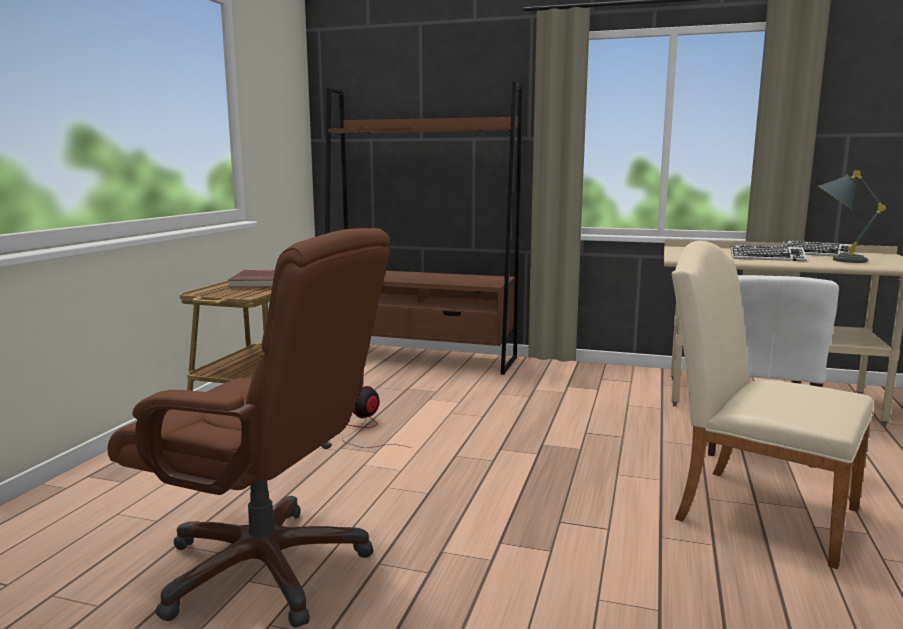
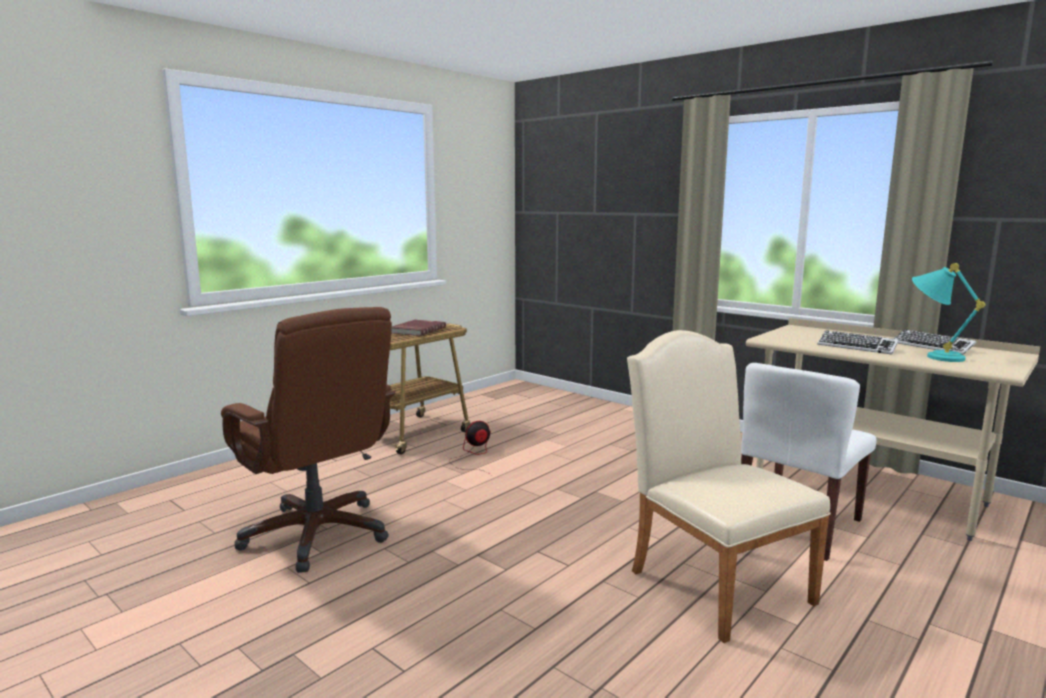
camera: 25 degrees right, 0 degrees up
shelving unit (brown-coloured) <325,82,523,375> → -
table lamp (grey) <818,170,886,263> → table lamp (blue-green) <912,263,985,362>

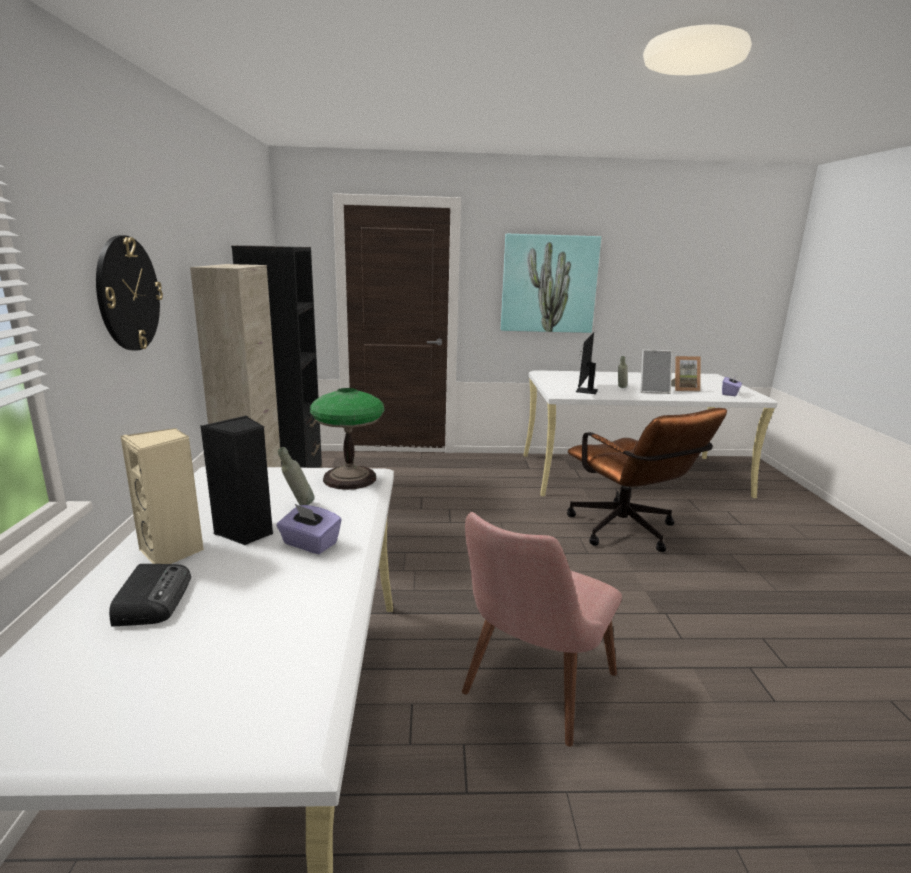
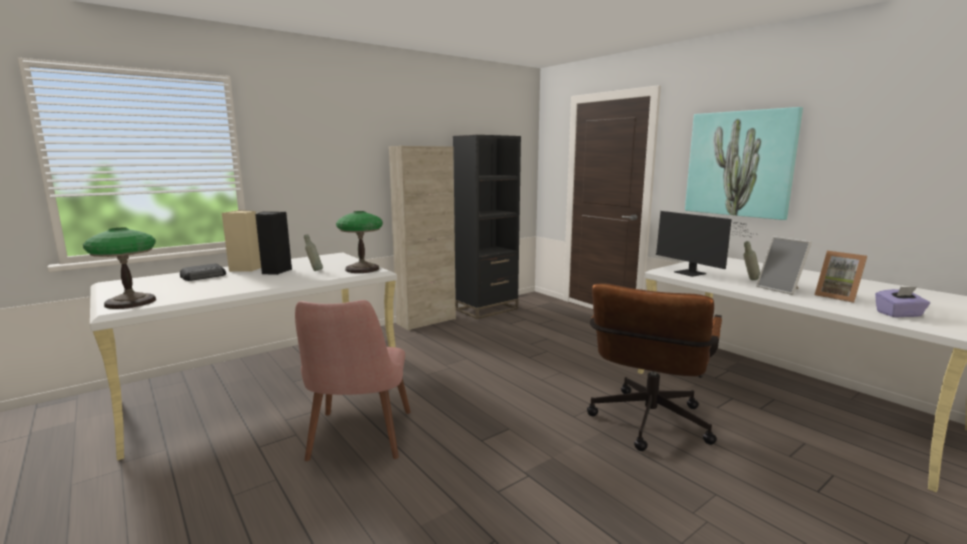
camera: 55 degrees right, 5 degrees down
clock on the wall <96,235,163,351> → -
tissue holder (purple) <277,504,342,554> → -
chair (pink-coloured) <462,512,622,747> → chair (pink-coloured) <295,300,411,461>, 90 degrees counterclockwise
computer display <576,332,598,394> → computer display <656,211,756,277>, 105 degrees counterclockwise
- → table lamp <83,228,156,309>

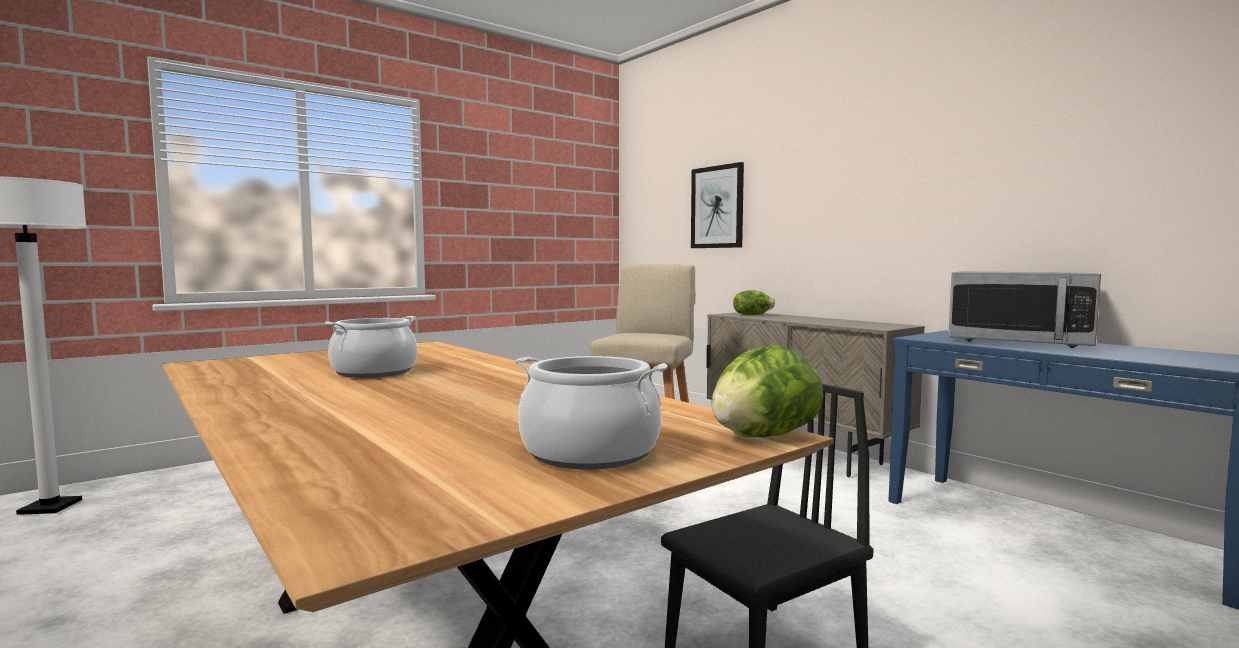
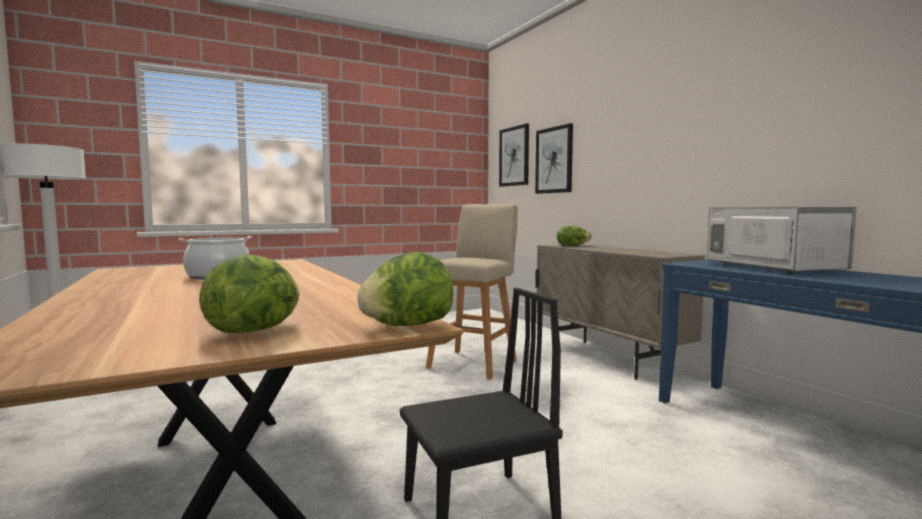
camera: 10 degrees right, 0 degrees up
saucepot <515,356,668,469> → lettuce head <199,254,299,333>
microwave <948,271,1101,348> → microwave <707,207,857,274>, 150 degrees counterclockwise
- → wall art <499,123,529,187>

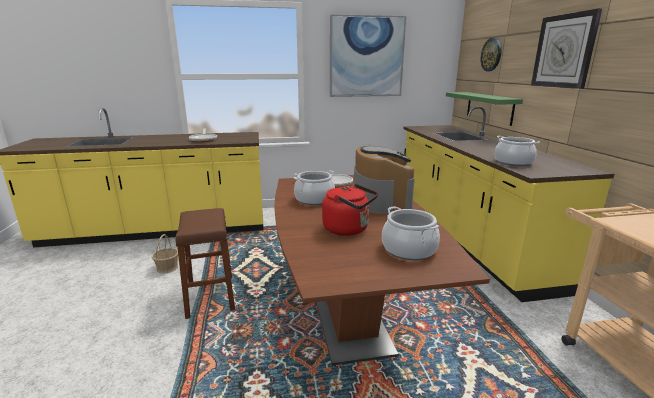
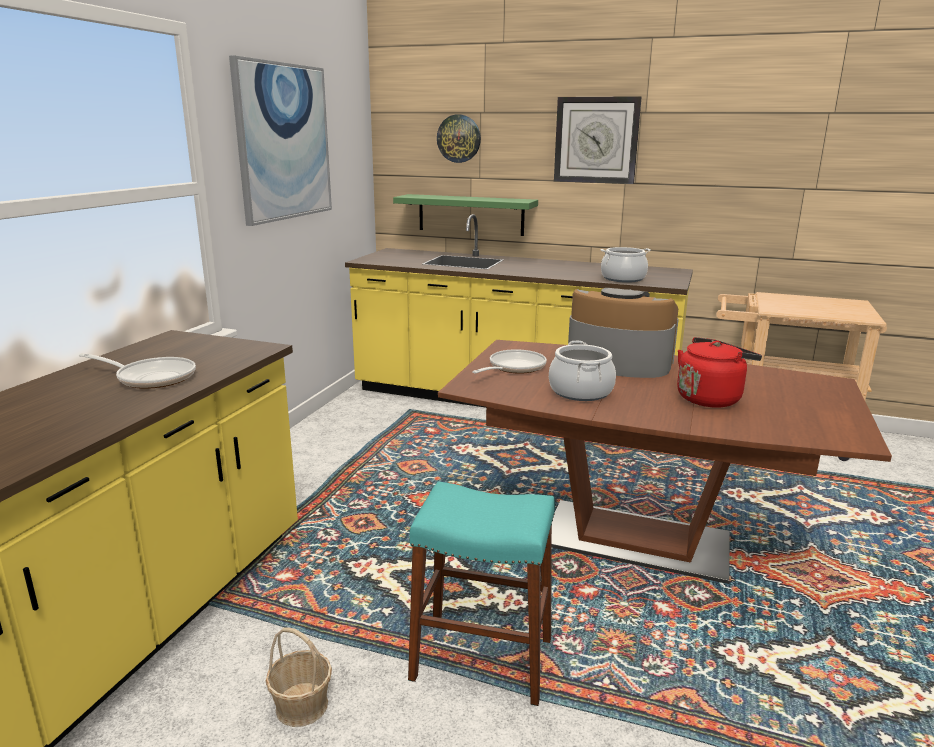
camera: 60 degrees left, 0 degrees up
stool (brown-coloured) <175,208,235,319> → stool (blue-green) <408,481,555,706>
saucepot <382,206,440,260> → -

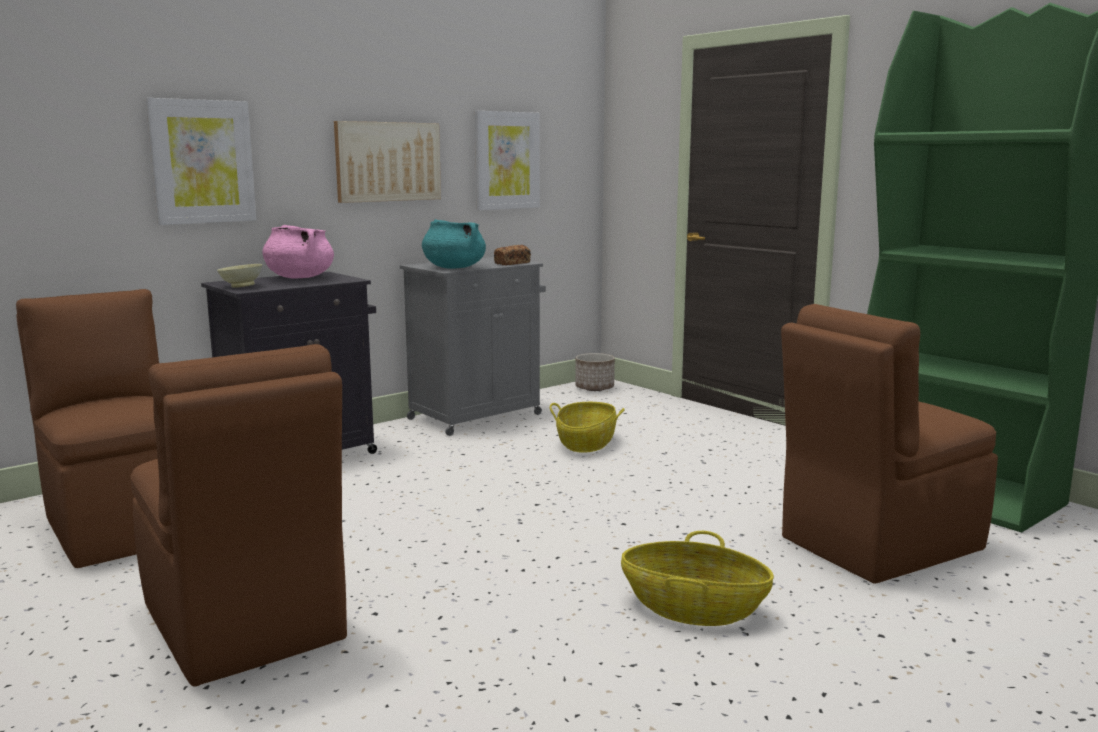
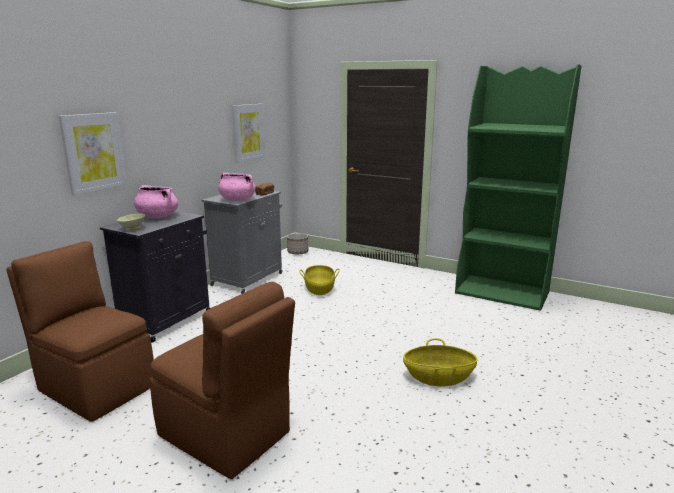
camera: 20 degrees left, 5 degrees up
wall art <334,121,441,203> → -
saucepot (blue-green) <422,219,486,269> → saucepot (pink-coloured) <218,173,256,201>
chair (brown-coloured) <781,304,998,584> → -

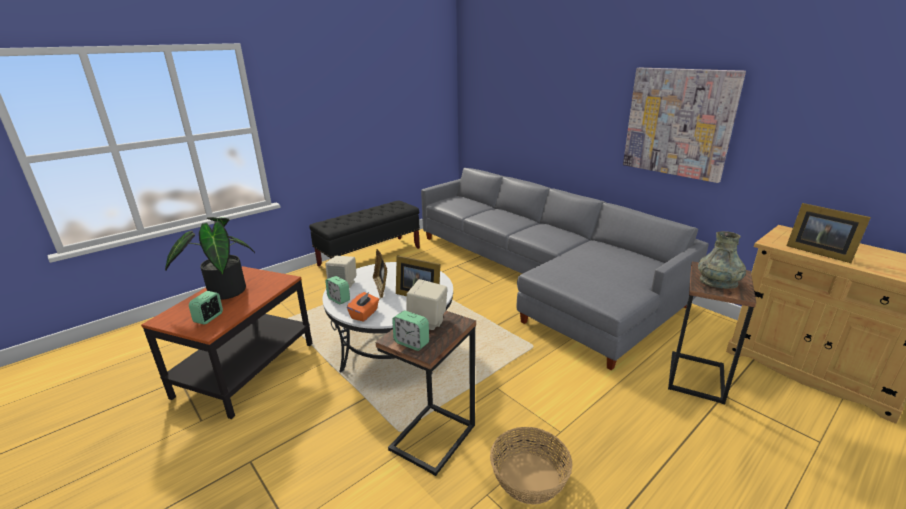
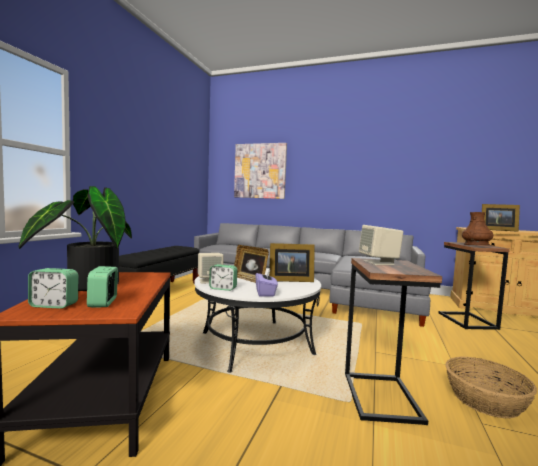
camera: 30 degrees left, 20 degrees down
tissue holder (orange-coloured) <347,292,379,322> → tissue holder (purple) <256,269,278,296>
bedside clock <392,311,429,351> → bedside clock <28,268,78,309>, shifted
wall art <623,67,746,183> → wall art <234,143,287,199>, shifted
decorative vase (grey) <698,231,746,289> → decorative vase (brown-coloured) <462,212,493,245>

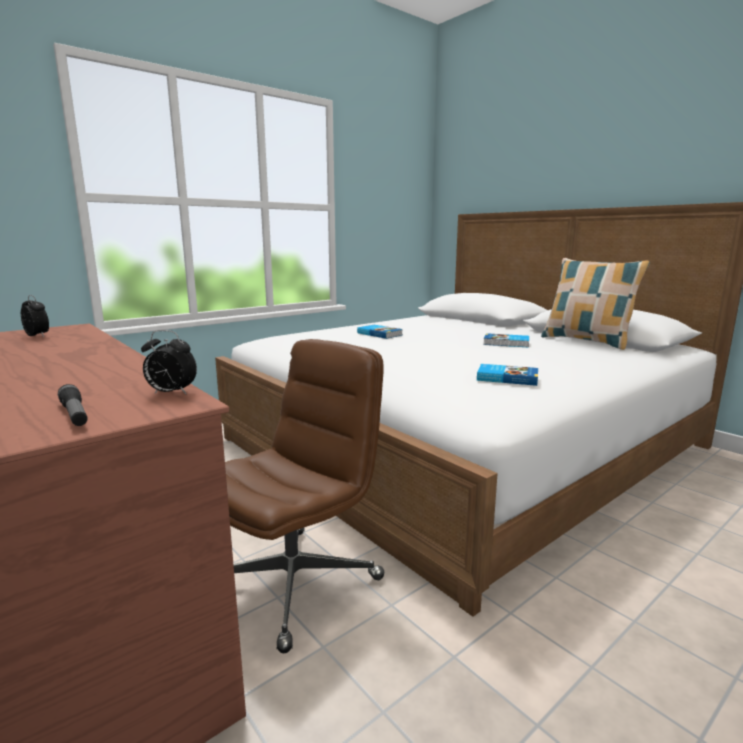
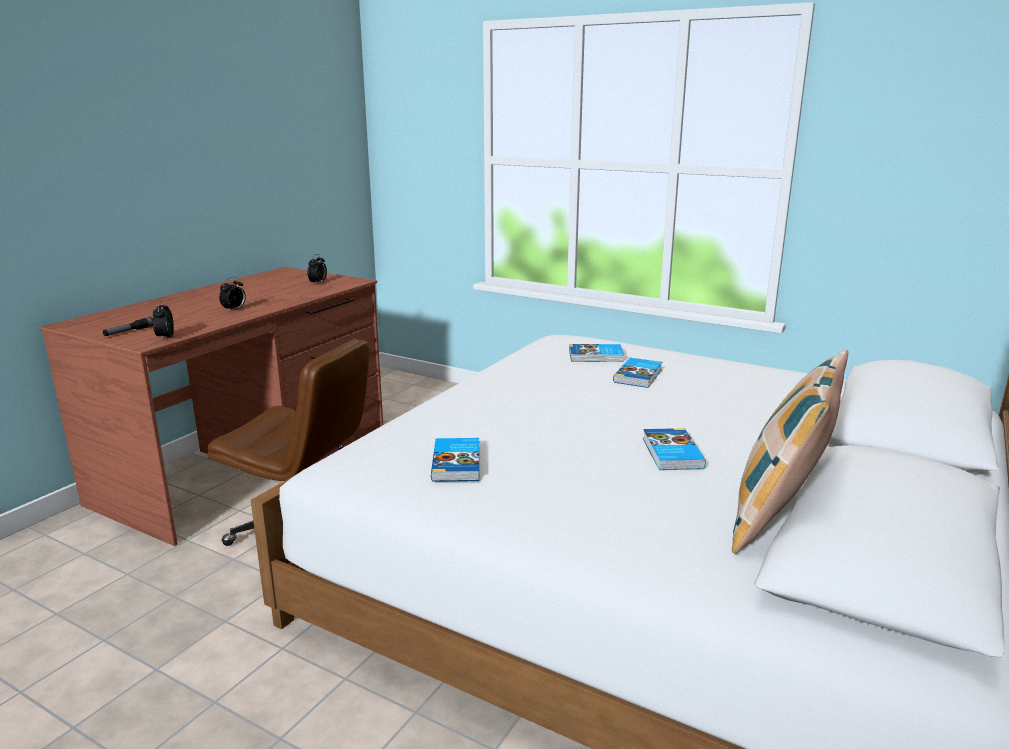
camera: 70 degrees right, 5 degrees up
- → bedside clock <219,277,246,311>
- → volume <569,344,624,362>

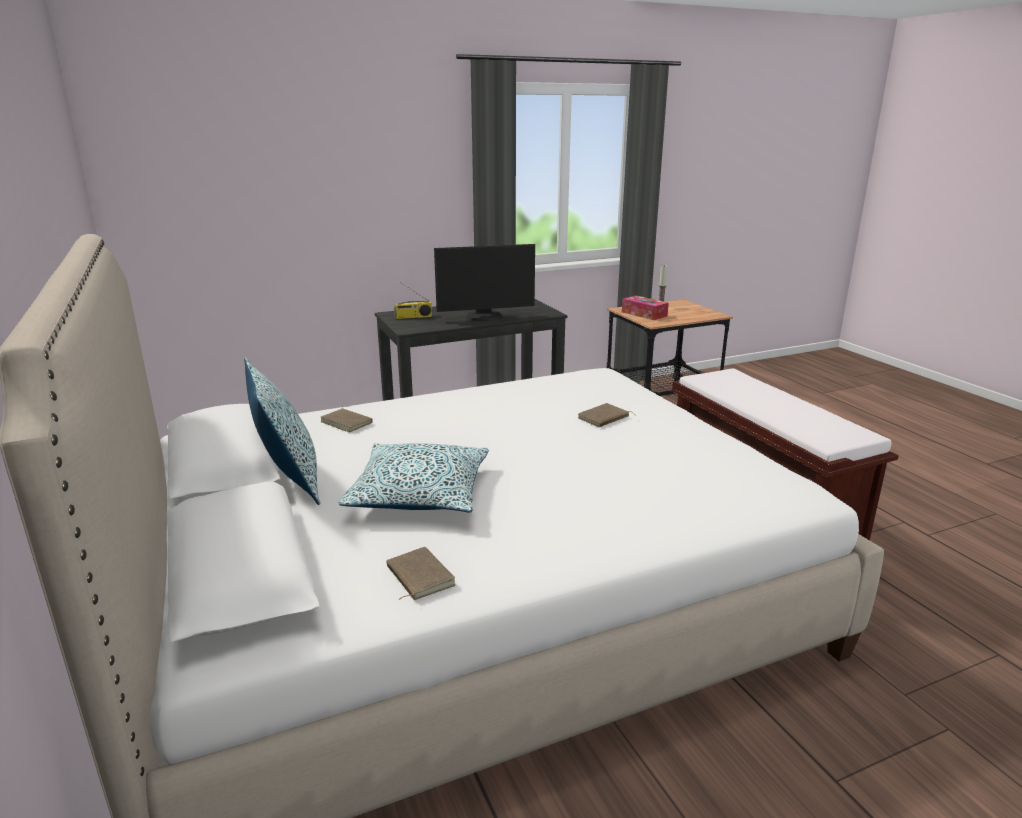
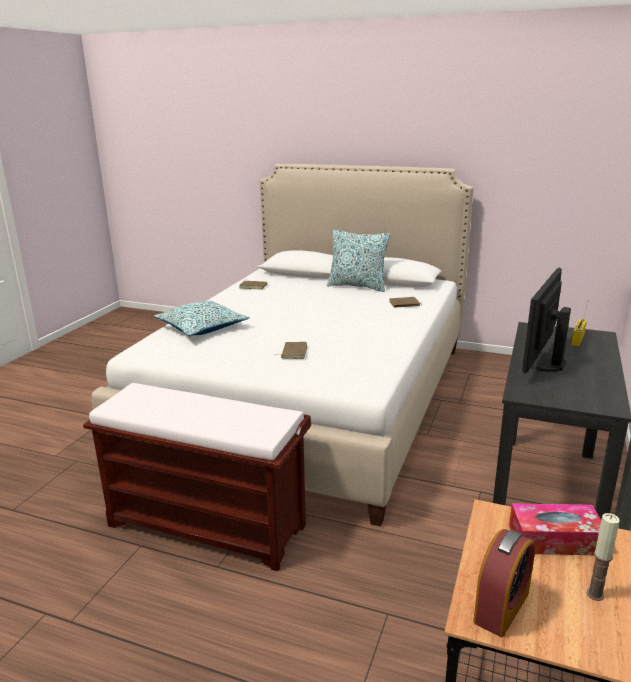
camera: 135 degrees right, 0 degrees up
pillow <339,443,489,513> → pillow <153,301,250,336>, shifted
- → bedside clock <473,529,535,637>

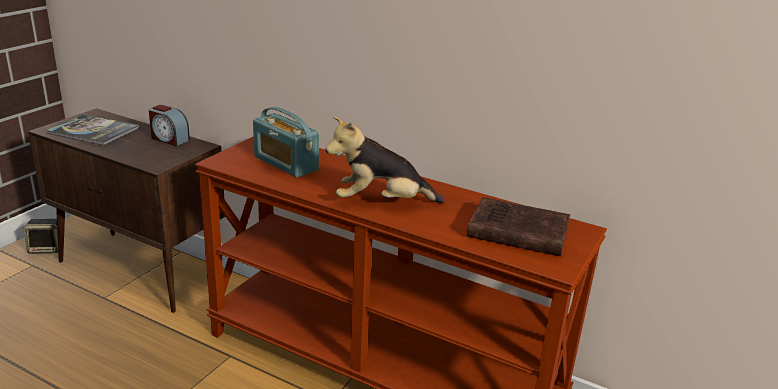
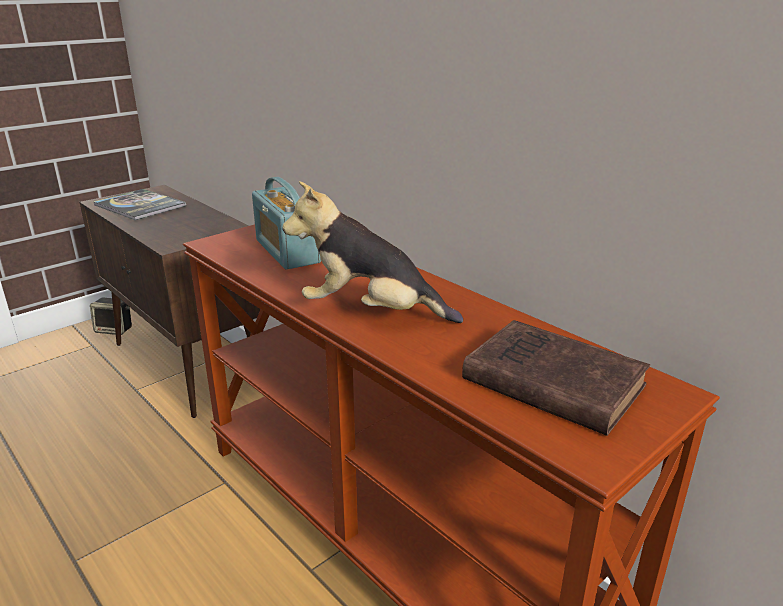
camera: 20 degrees right, 0 degrees up
bedside clock <149,105,190,146> → -

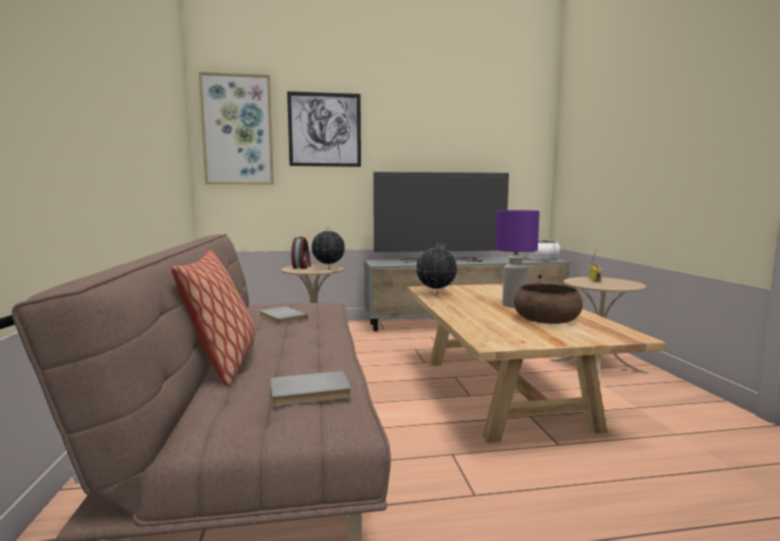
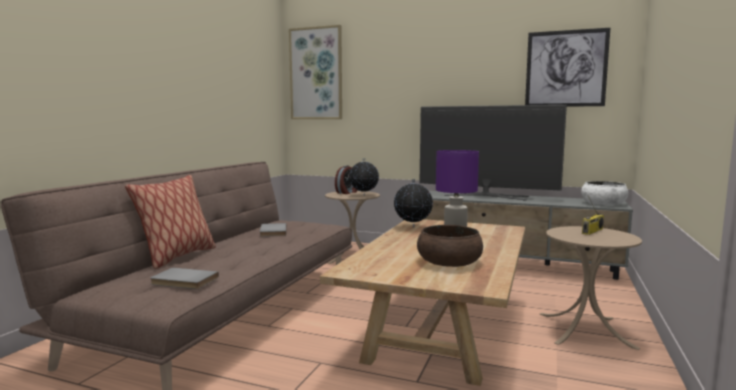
camera: 30 degrees right, 0 degrees up
wall art <287,91,361,167> → wall art <525,28,610,107>, shifted

